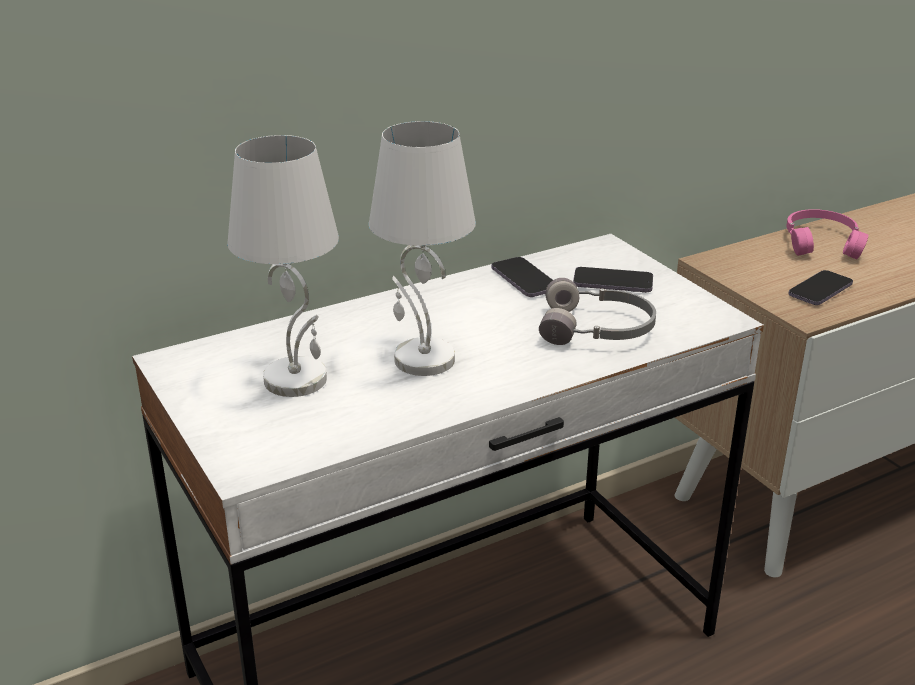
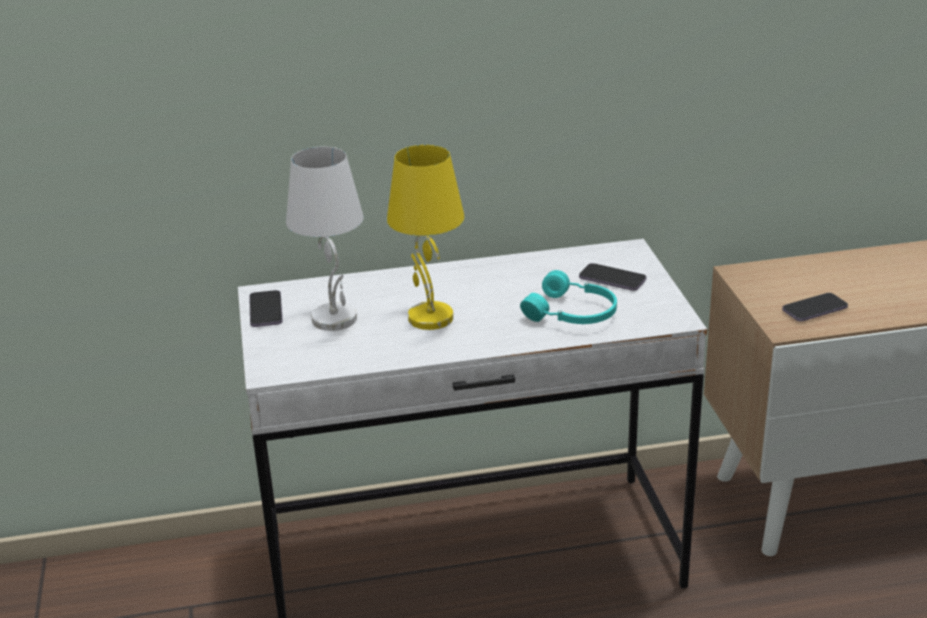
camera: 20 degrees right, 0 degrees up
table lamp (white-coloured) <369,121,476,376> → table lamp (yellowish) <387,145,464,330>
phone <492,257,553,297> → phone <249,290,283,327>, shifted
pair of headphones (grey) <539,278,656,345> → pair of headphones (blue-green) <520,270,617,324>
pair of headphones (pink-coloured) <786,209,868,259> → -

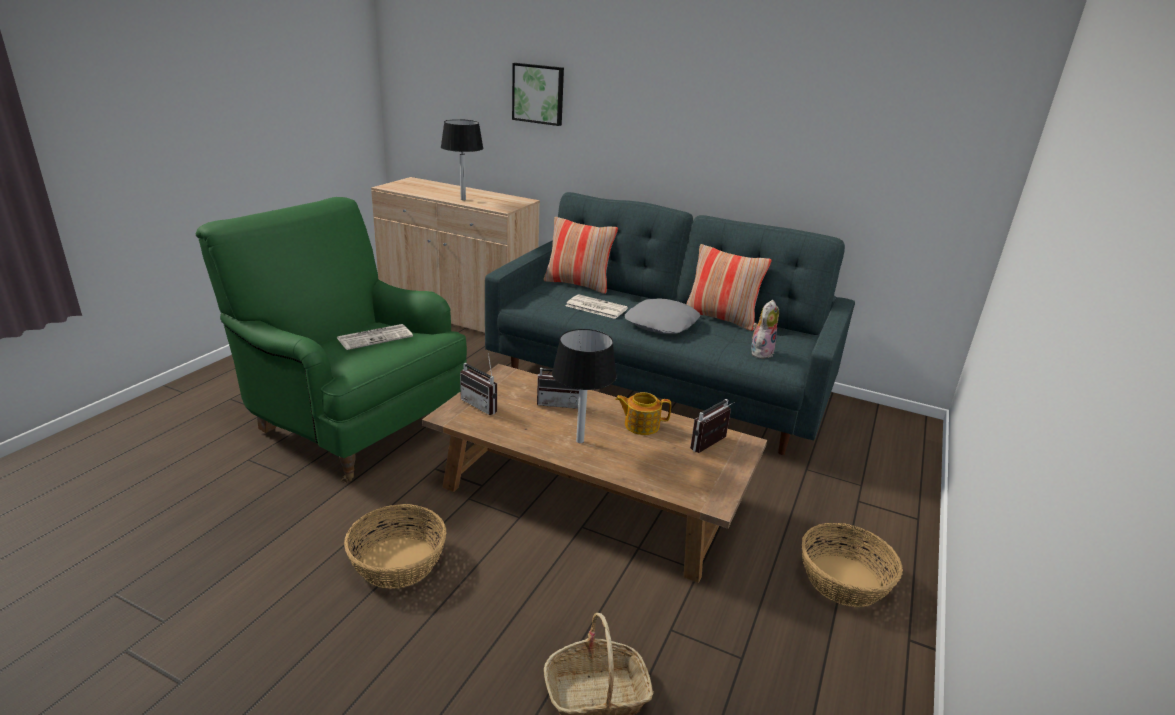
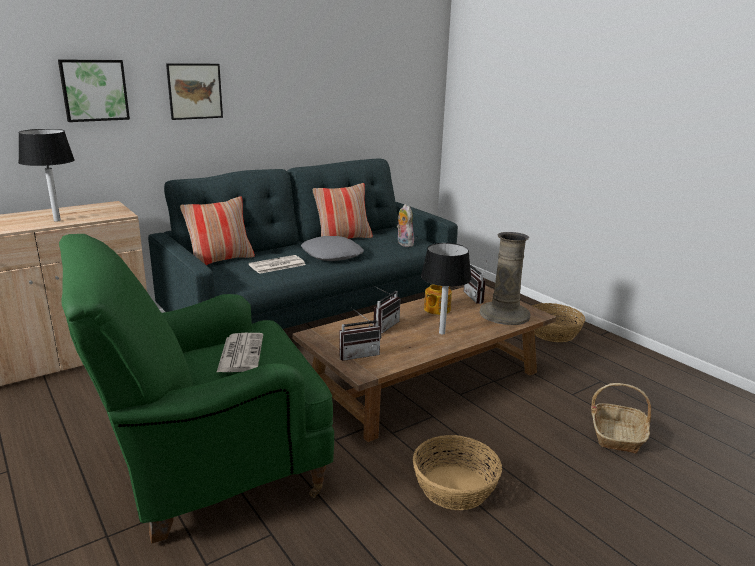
camera: 60 degrees left, 5 degrees down
- → wall art <166,63,223,120>
- → decorative vase (beige) <480,232,530,325>

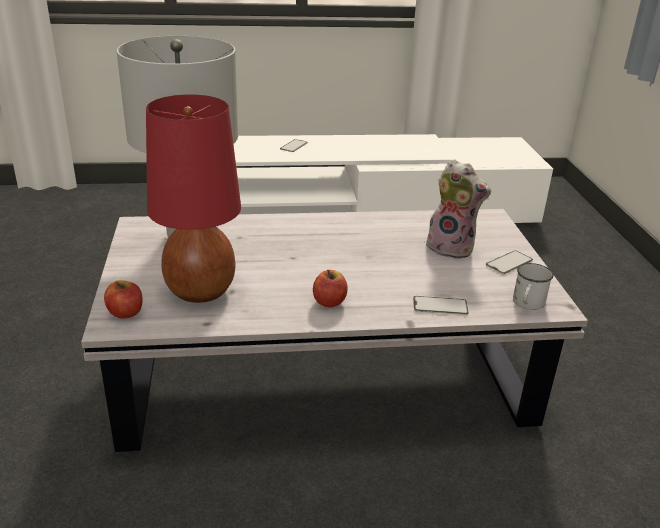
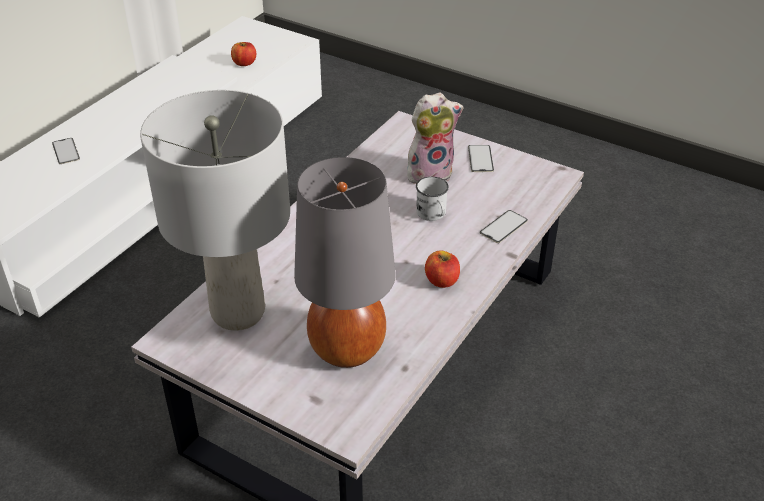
camera: 50 degrees left, 10 degrees up
apple <104,280,143,319> → apple <231,42,256,66>, shifted
table lamp (red-coloured) <146,94,241,303> → table lamp (grey) <294,157,396,368>
tea mug (white-coloured) <513,263,554,310> → tea mug (white-coloured) <416,177,449,221>, shifted

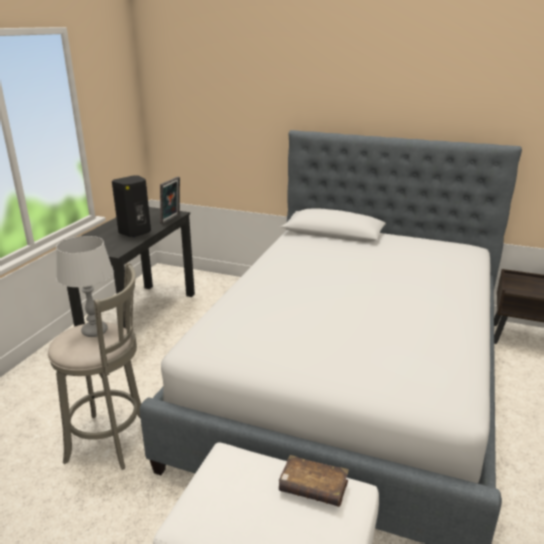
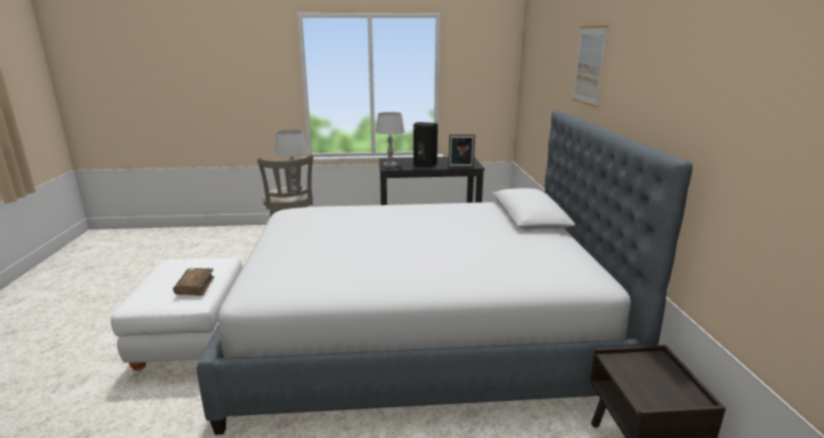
camera: 65 degrees right, 5 degrees down
- → table lamp (grey) <375,112,405,168>
- → wall art <573,26,608,107>

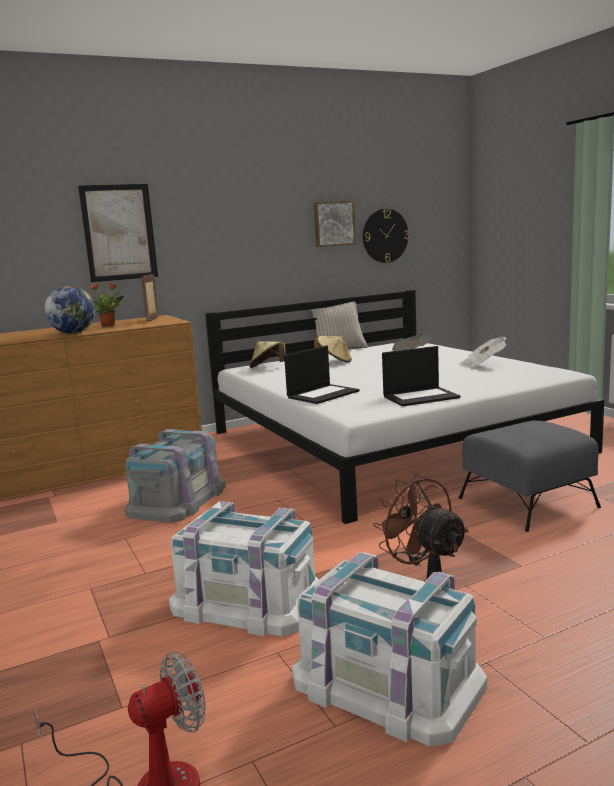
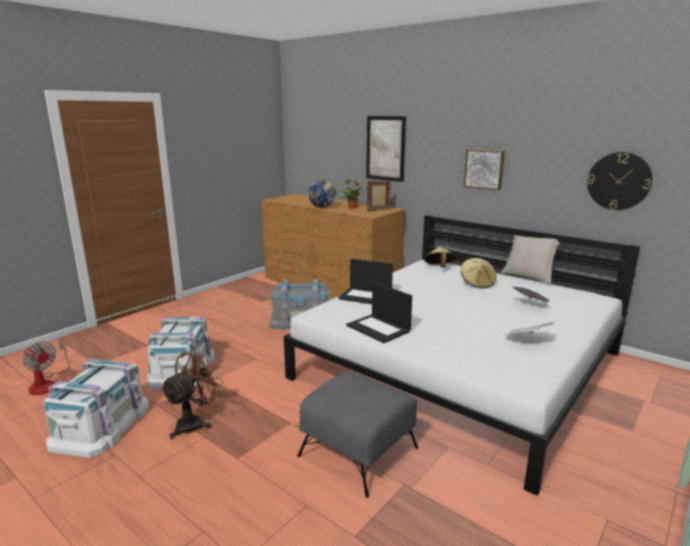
camera: 65 degrees right, 5 degrees up
wall art <314,201,356,247> → wall art <464,149,505,190>, shifted

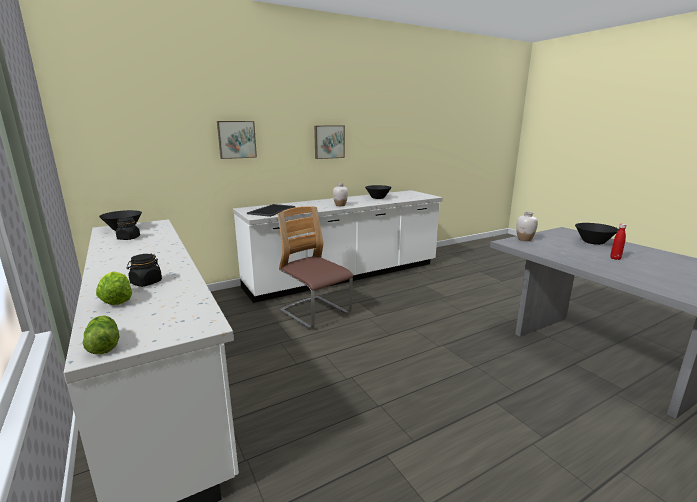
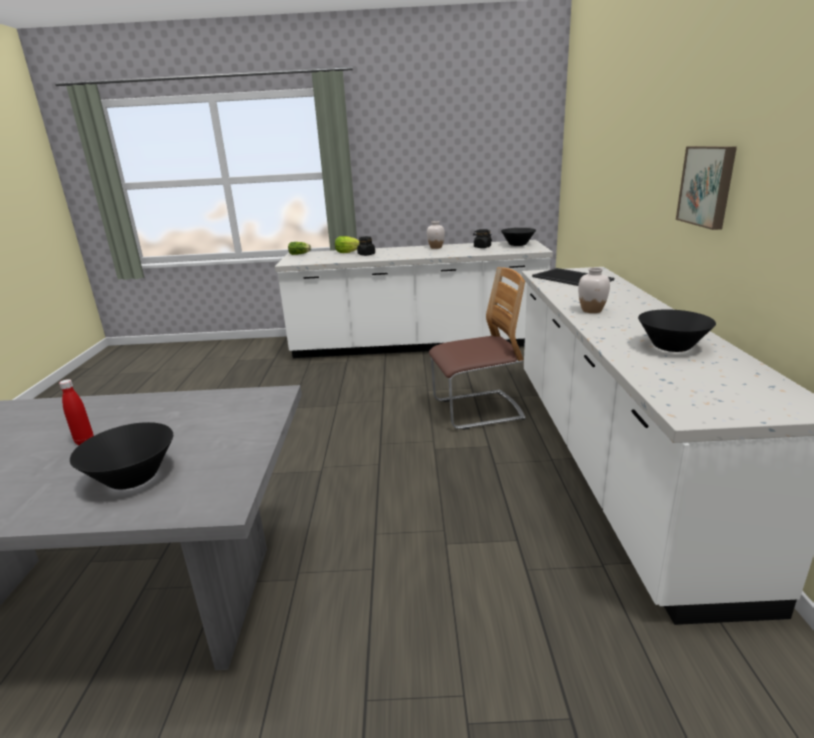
camera: 120 degrees right, 5 degrees up
wall art <217,121,257,159> → -
decorative vase (white-coloured) <516,212,538,241> → decorative vase (white-coloured) <427,221,445,249>, shifted

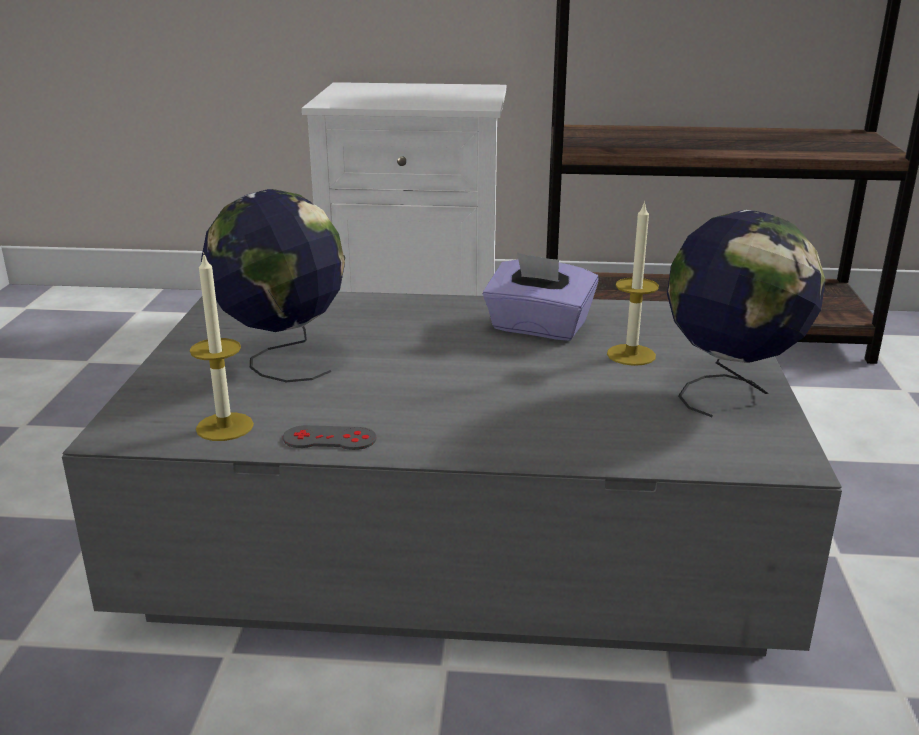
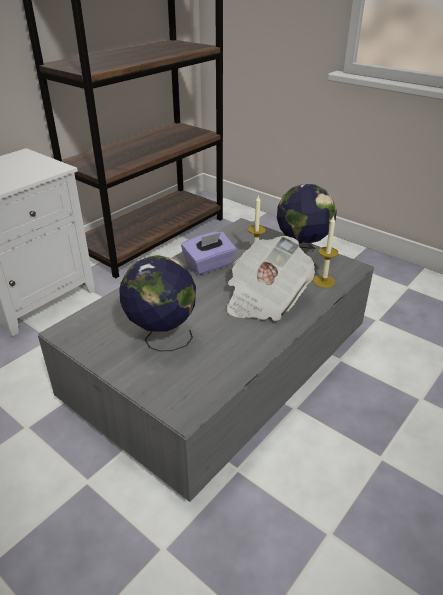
camera: 55 degrees left, 10 degrees up
wax candle <190,252,254,441> → wax candle <313,215,338,288>, shifted
game controller (grey) <283,425,376,450> → -
- → printed paper <226,236,315,321>

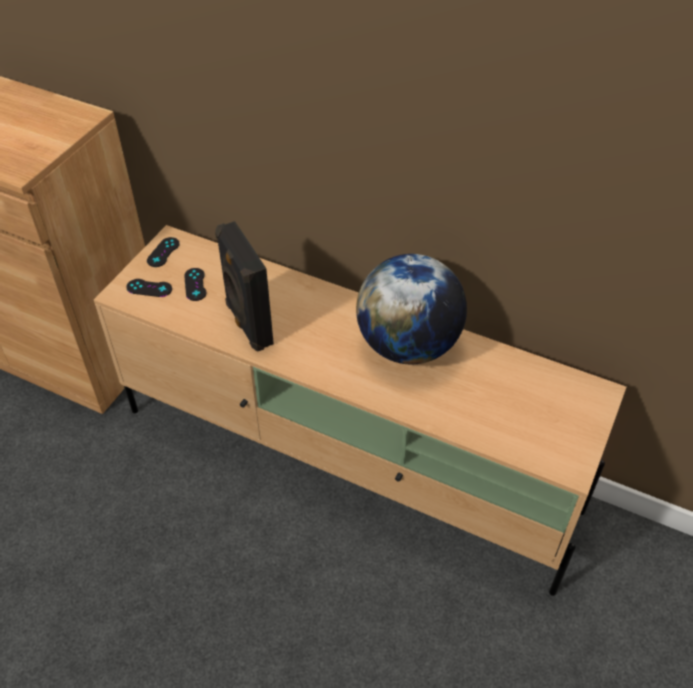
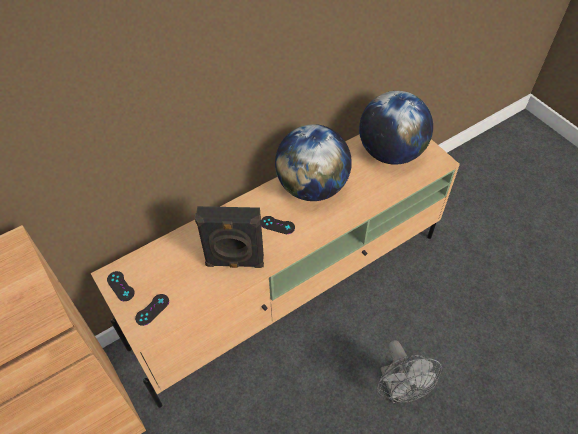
camera: 60 degrees left, 5 degrees up
game controller (black) <184,268,207,301> → game controller (black) <261,216,295,234>, shifted
- → desk globe <359,91,433,165>
- → fan (grey) <377,340,442,403>

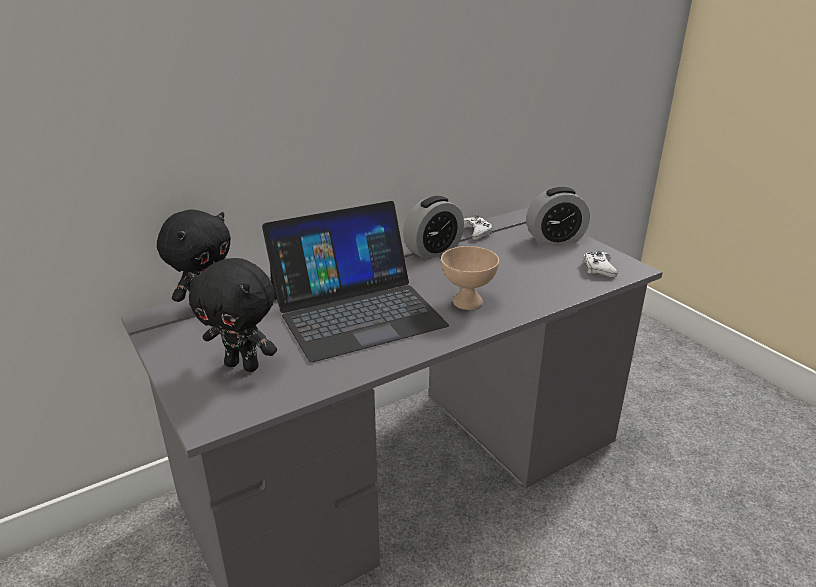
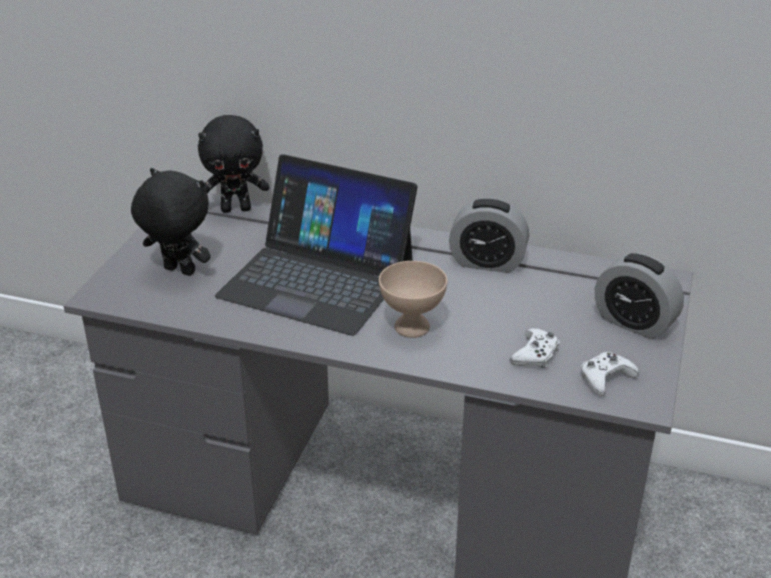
camera: 50 degrees right, 5 degrees up
cuddly toy (black) <187,258,277,372> → cuddly toy (black) <131,168,211,276>, 135 degrees clockwise
game controller (white-coloured) <464,215,493,240> → game controller (white-coloured) <510,328,559,368>, shifted

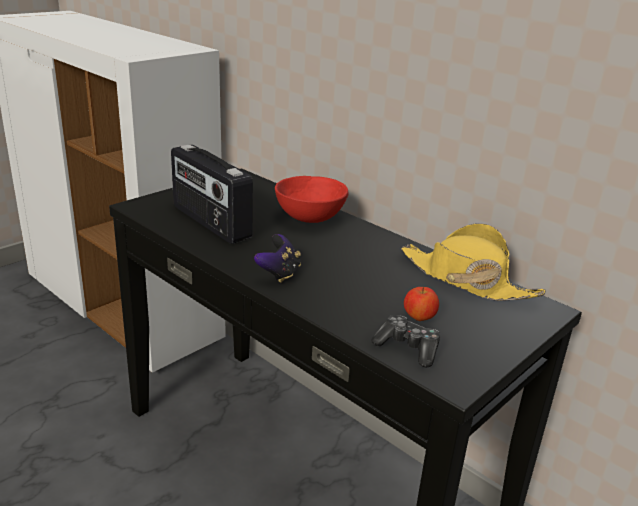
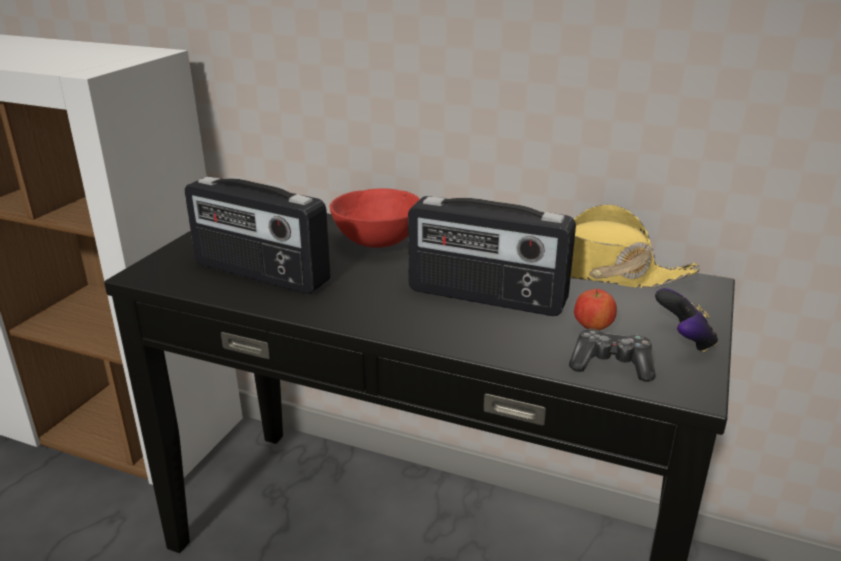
camera: 20 degrees left, 0 degrees up
game controller <254,234,301,283> → game controller <655,288,718,353>, shifted
- → radio set <408,196,576,316>

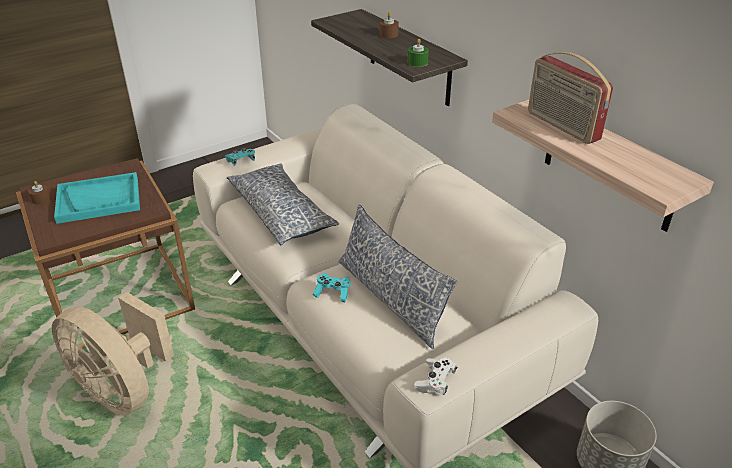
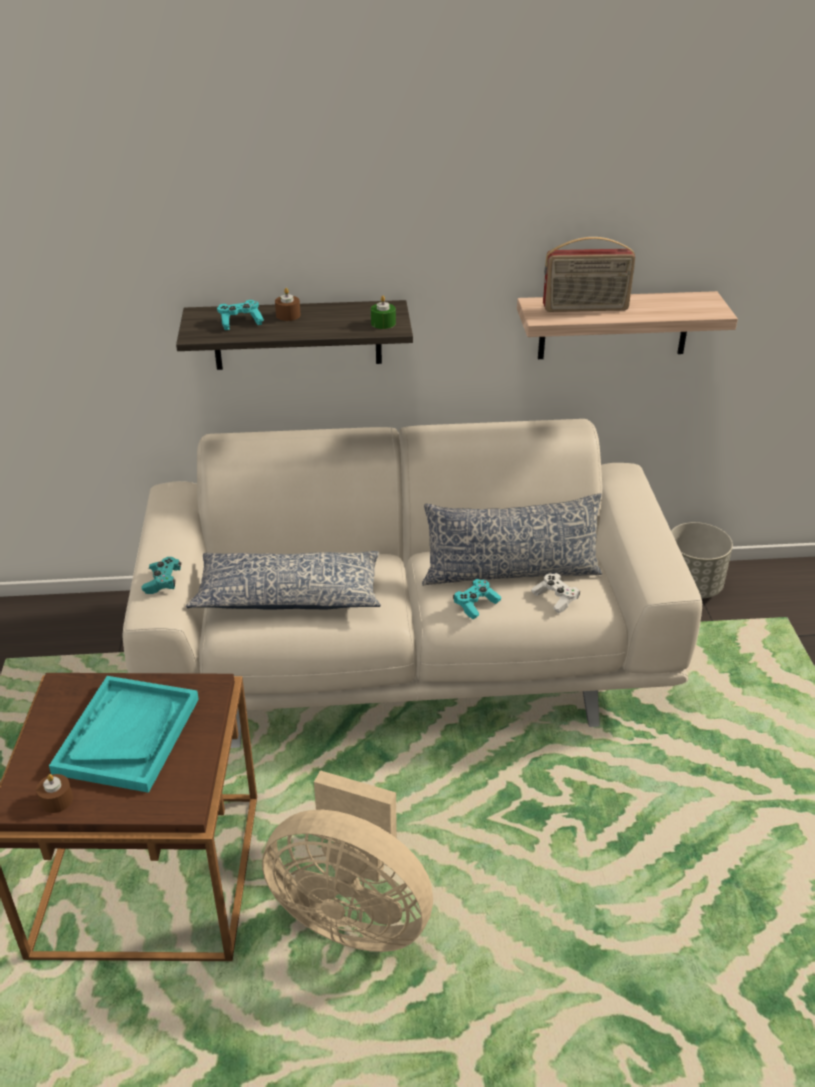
camera: 60 degrees left, 0 degrees up
fan (beige) <52,292,174,415> → fan (beige) <262,770,433,952>, 45 degrees clockwise
game controller (white-coloured) <414,358,457,395> → game controller (white-coloured) <531,573,580,614>, shifted
- → game controller (blue-green) <217,300,264,330>

